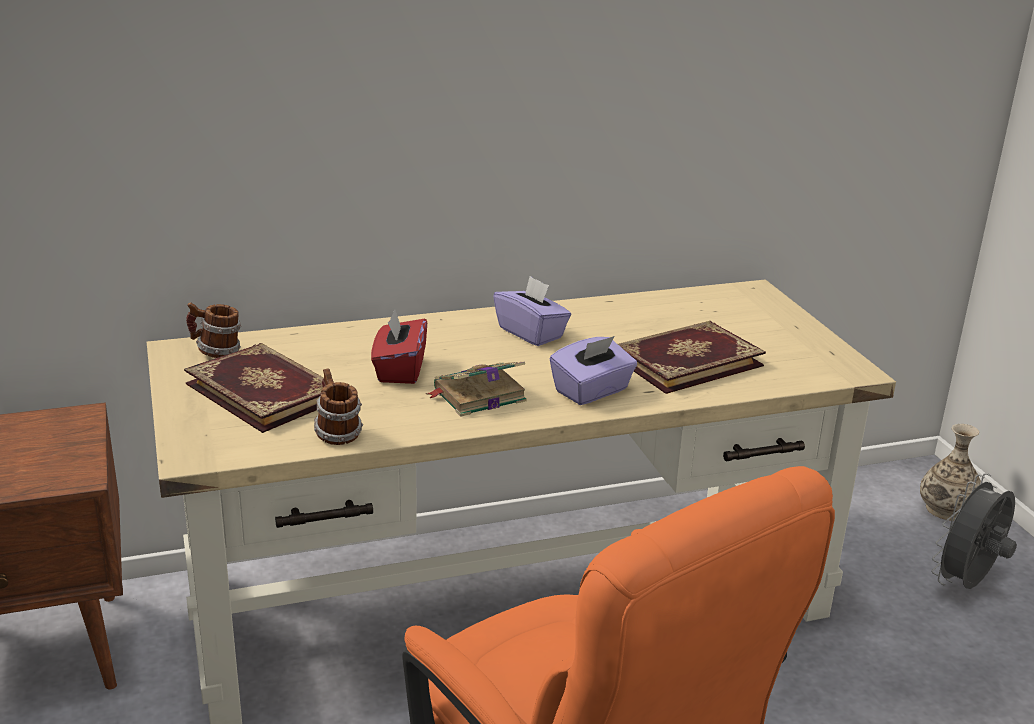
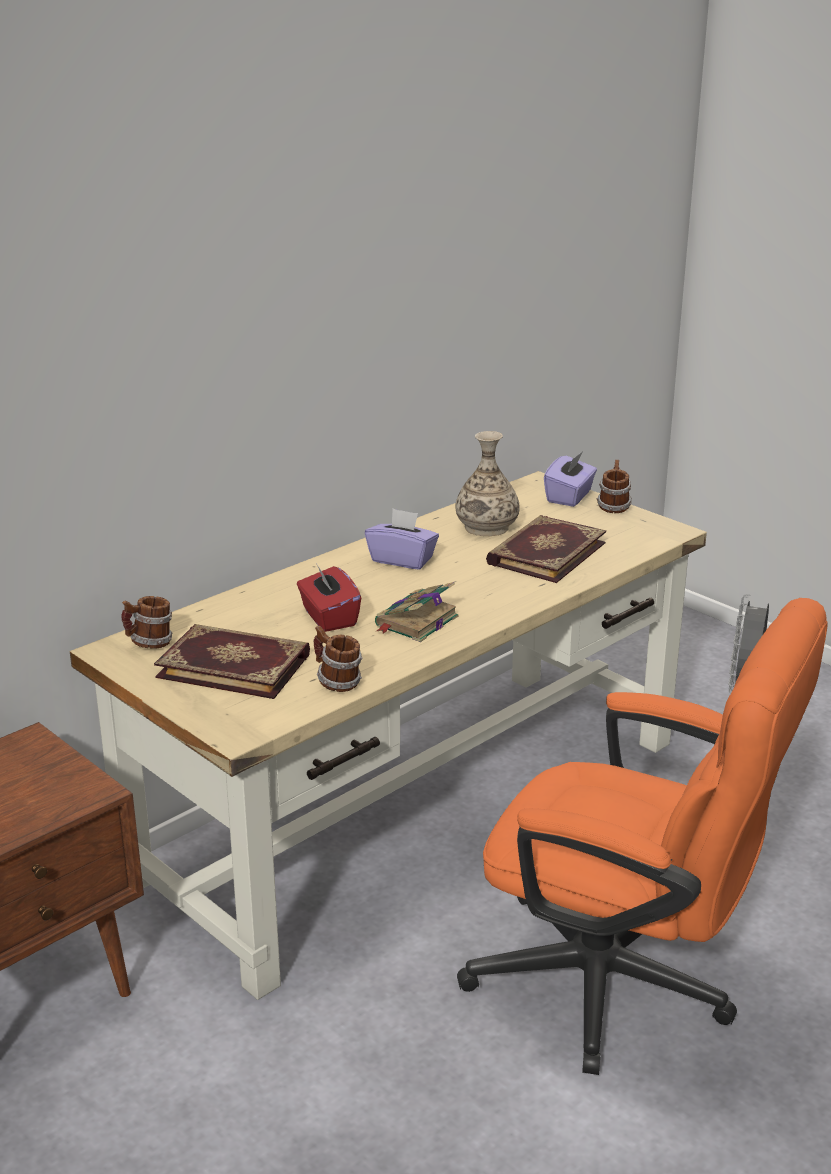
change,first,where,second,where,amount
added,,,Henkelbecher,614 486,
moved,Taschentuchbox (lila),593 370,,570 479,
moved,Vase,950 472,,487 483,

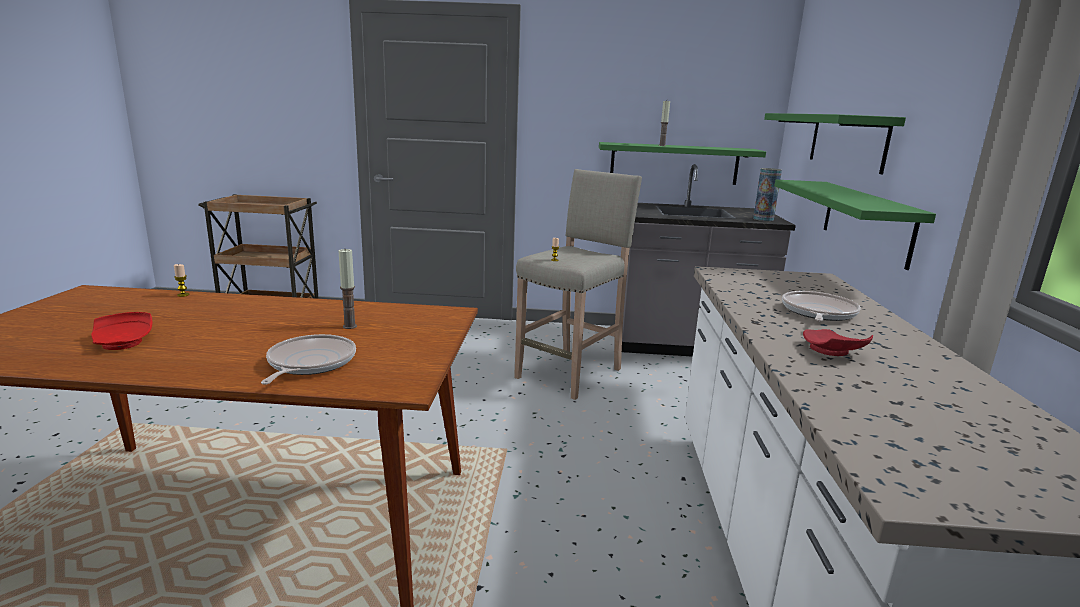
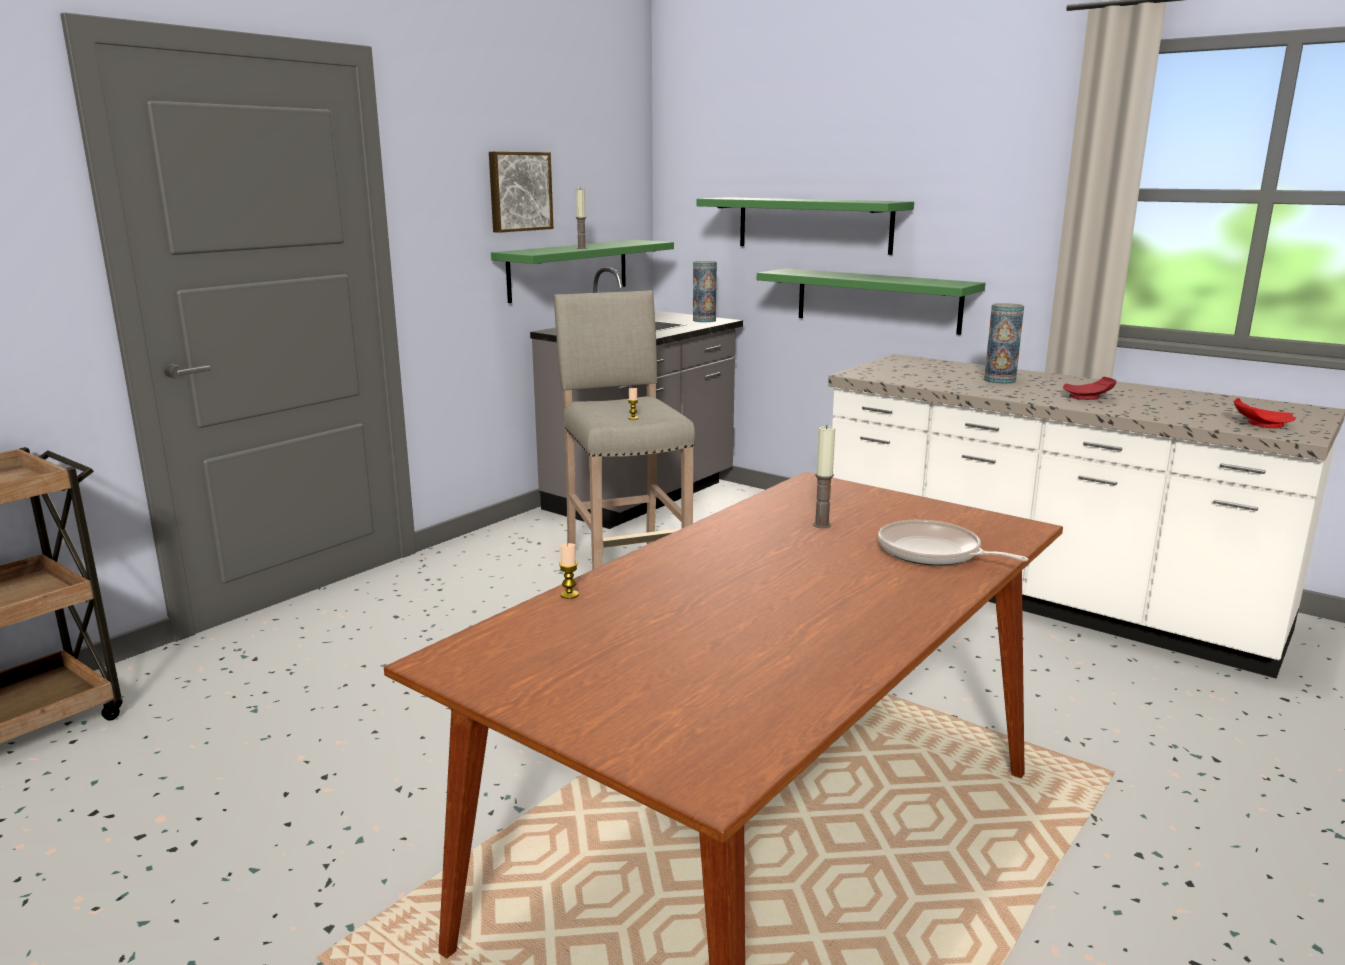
change,first,where,second,where,amount
added,,,Bild,521 192,
moved,Teller (rot),121 331,,1265 413,
replaced,Pfanne,821 306,Vase,1004 343,

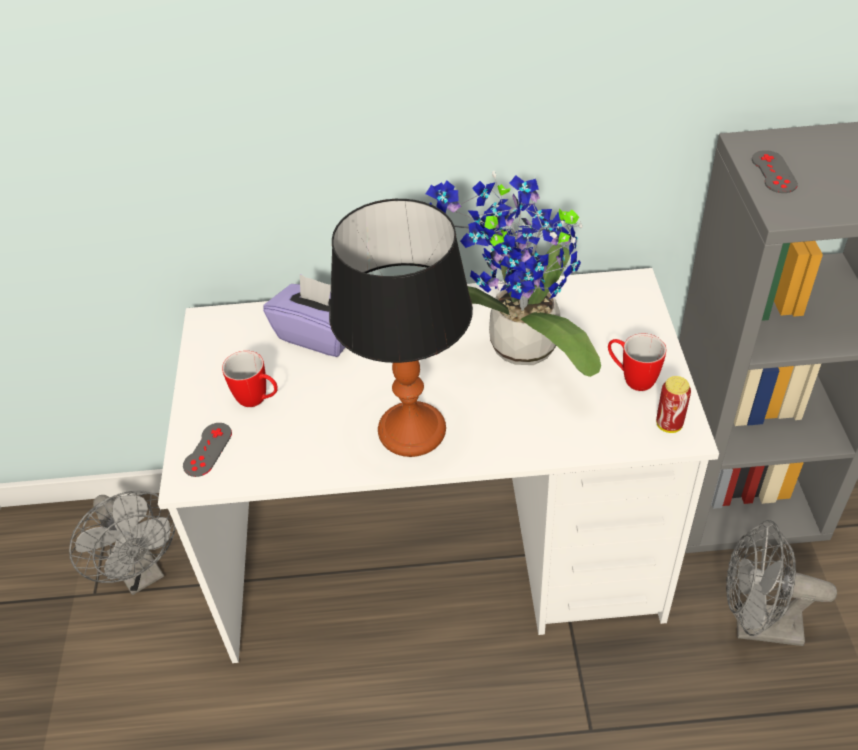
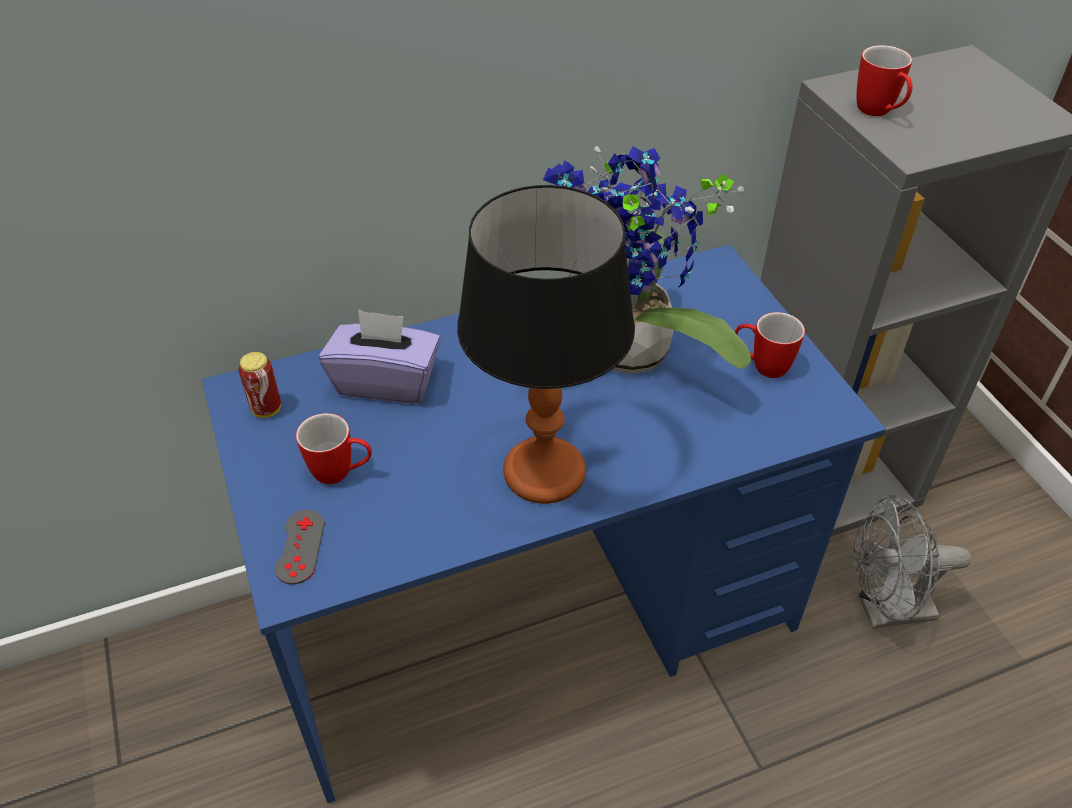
change,first,where,second,where,amount
removed,Ventilator (grau),122 542,,,
moved,Dose,673 404,,260 385,
replaced,Gamepad (grau),775 171,Henkelbecher,885 80,
recoloured,Schreibtisch (weiß),438 465,Schreibtisch (blau),544 524,

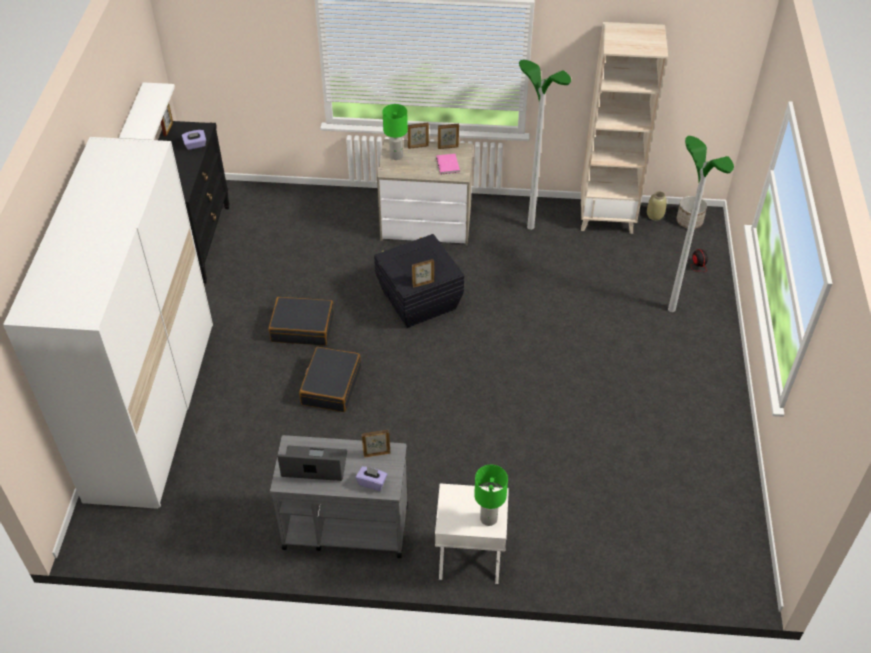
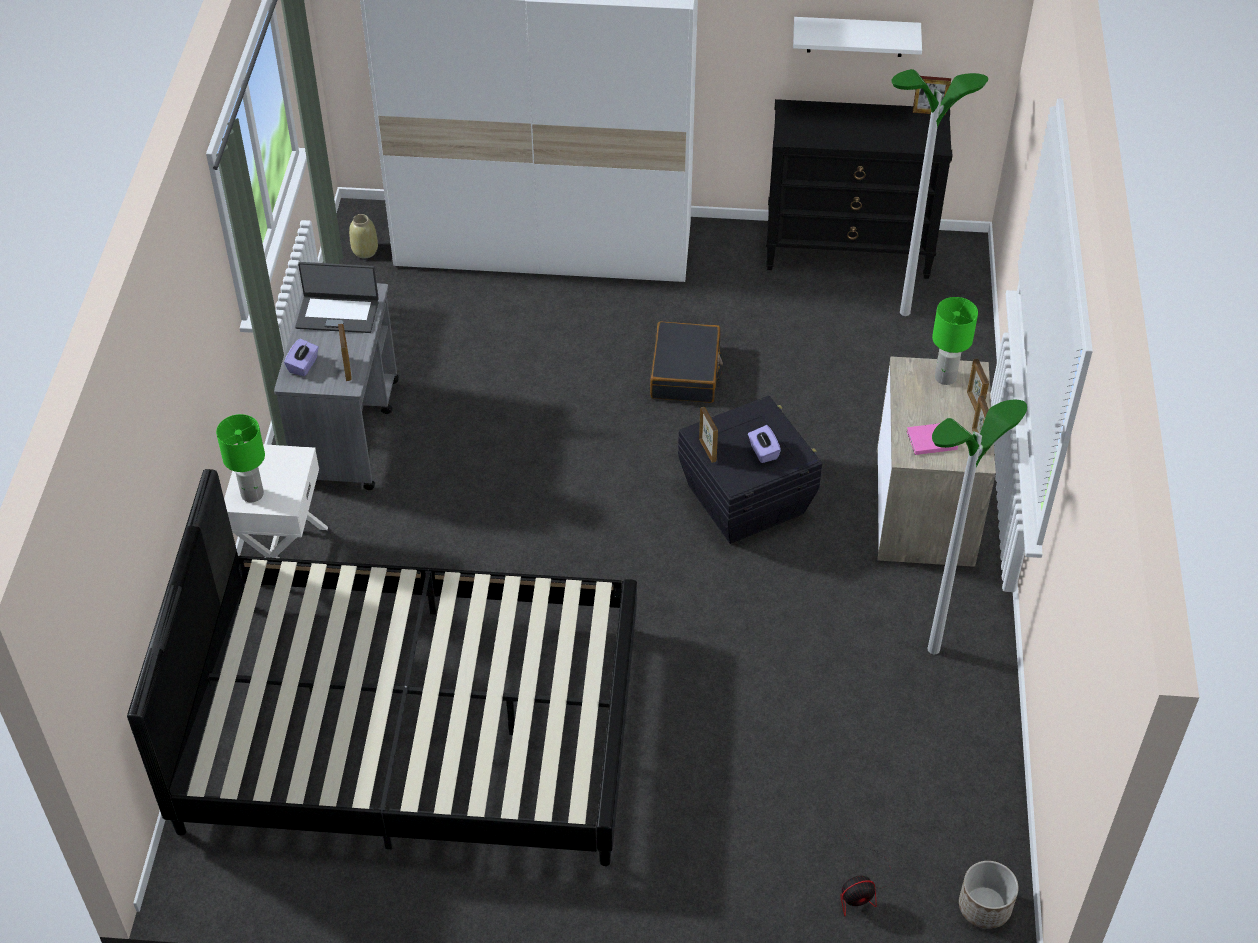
change,first,where,second,where,amount
removed,Koffer (schwarz),330 379,,,
removed,Bücherregal (beige),624 128,,,
added,,,Bett (schwarz),382 667,
moved,Taschentuchbox (lila),194 140,,764 444,
moved,Vase (beige),657 206,,363 236,
moved,Stehlampe,701 224,,939 192,
turned,Laptop,312 463,,337 297,90 degrees clockwise

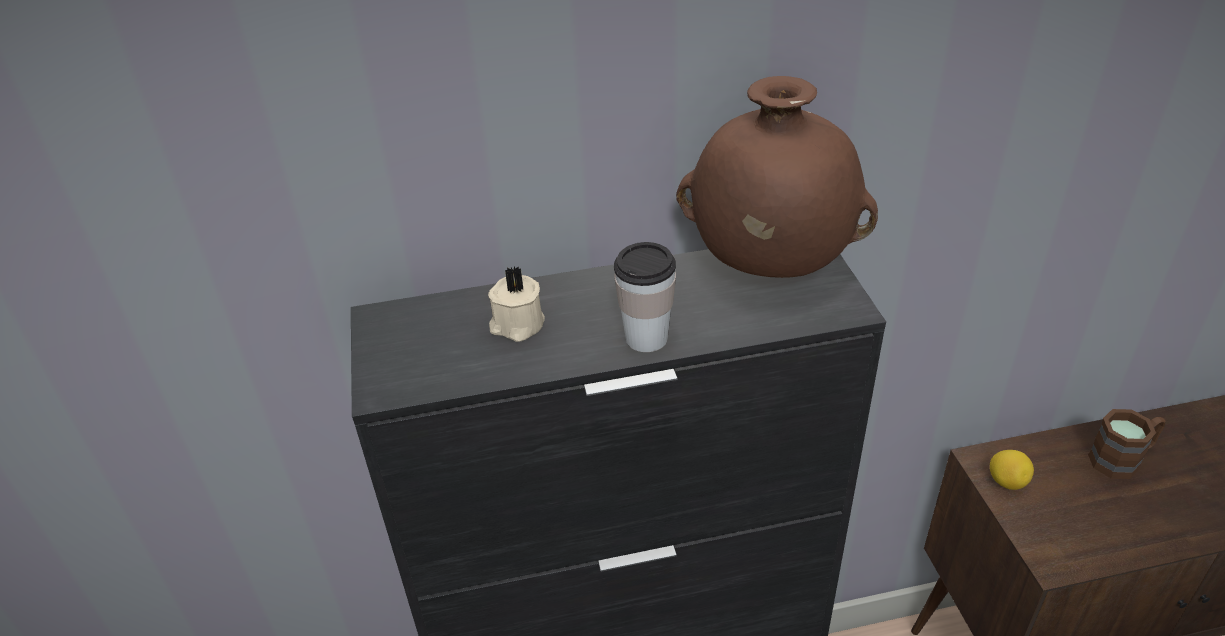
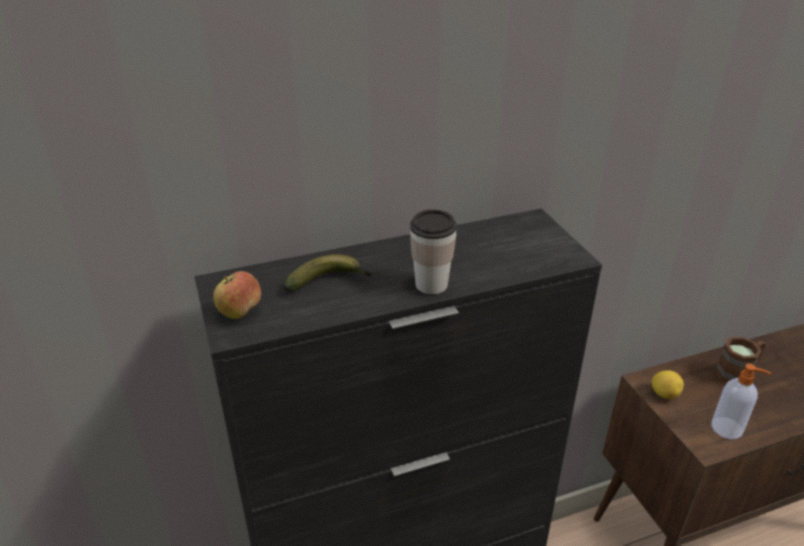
change,first,where,second,where,amount
removed,Vase (braun),777 177,,,
added,,,Apfel,237 295,
added,,,Seifenspender,741 401,
replaced,Kerze (beige),516 304,Banane,328 272,

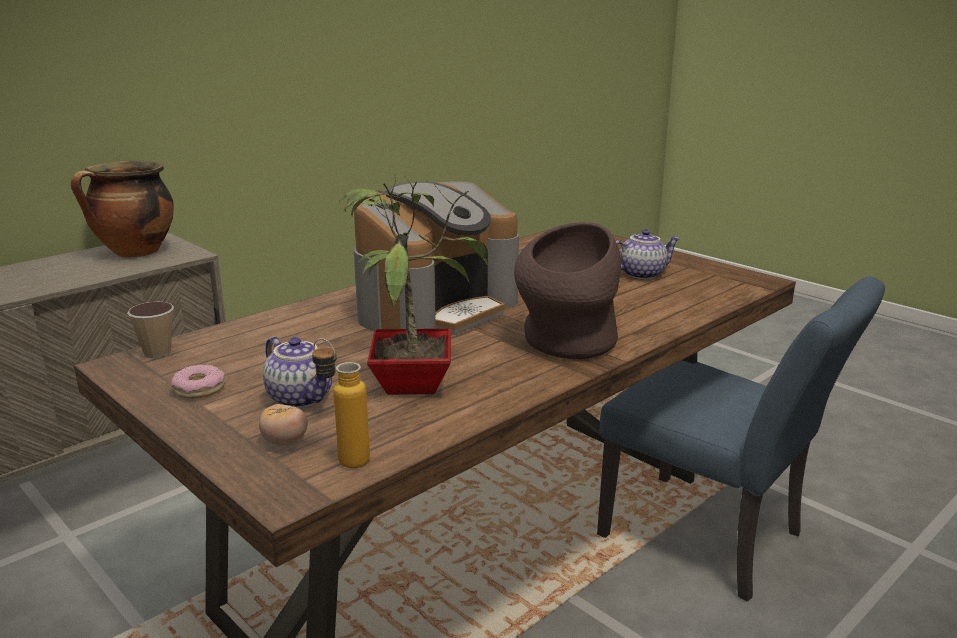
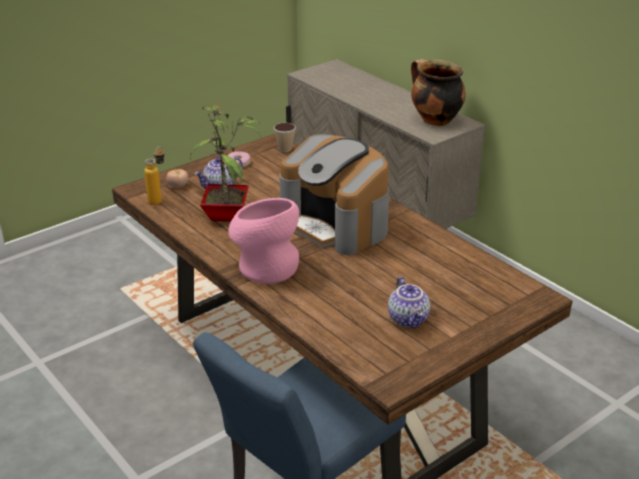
change,first,where,second,where,amount
recoloured,Vase (braun),567 290,Vase (rosa),263 241,

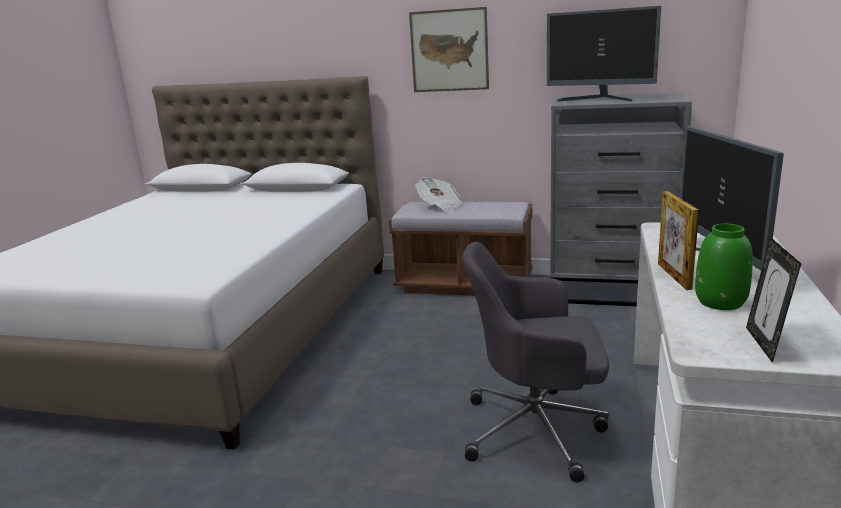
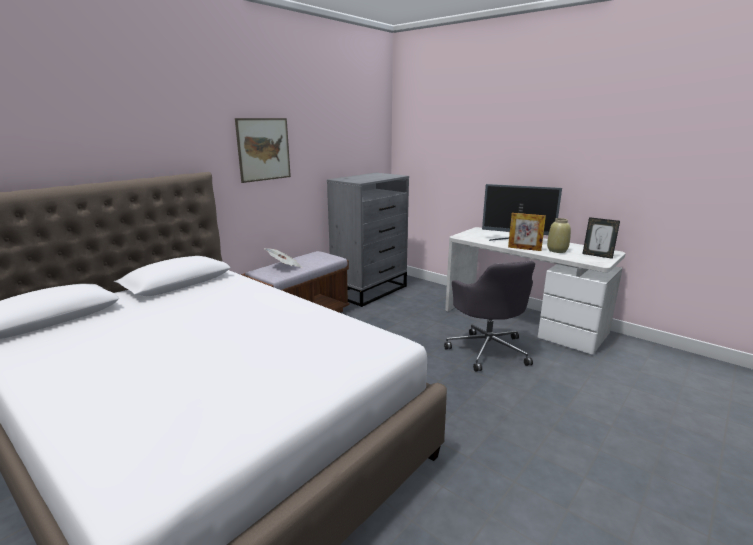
change,first,where,second,where,amount
removed,Monitor,604 54,,,
recoloured,Vase (grün),724 267,Vase (beige),559 235,
turned,Bürostuhl (grau),535 362,,489 316,45 degrees counterclockwise

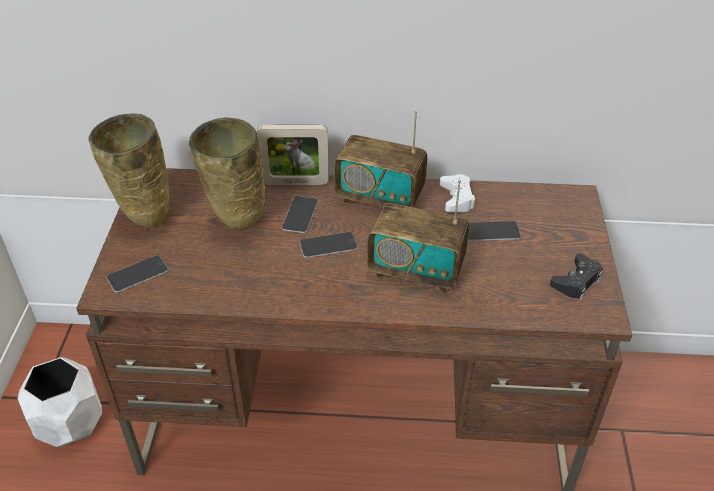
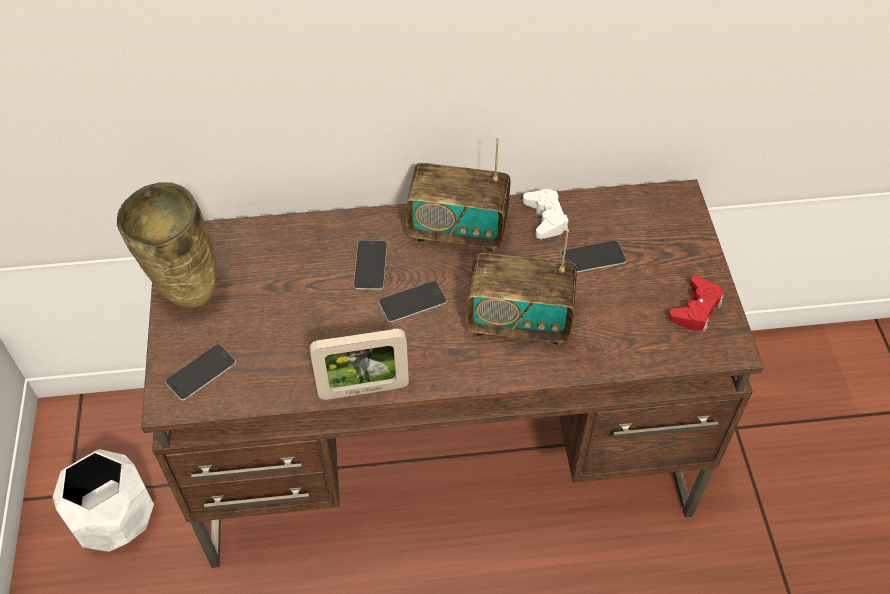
change,first,where,second,where,amount
removed,Vase (beige),227 173,,,
moved,Bilderrahmen,293 155,,359 364,
recoloured,Gamepad (schwarz),576 276,Gamepad (rot),696 304,

